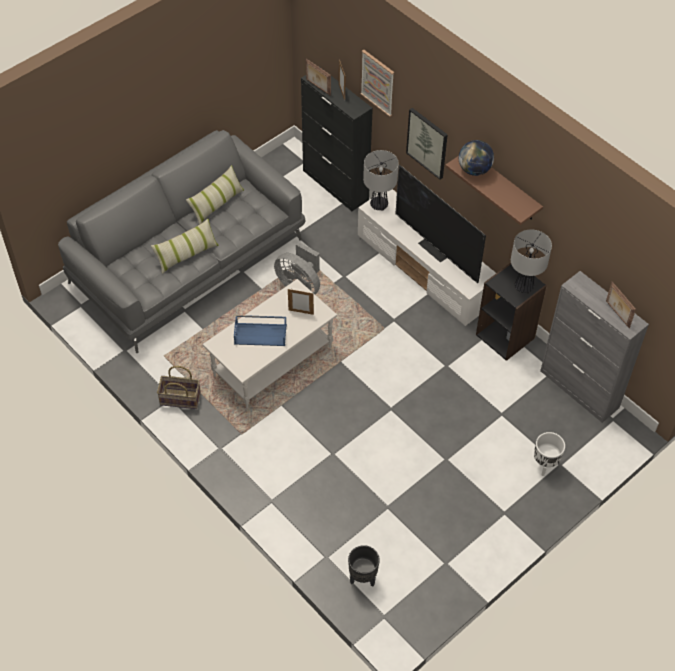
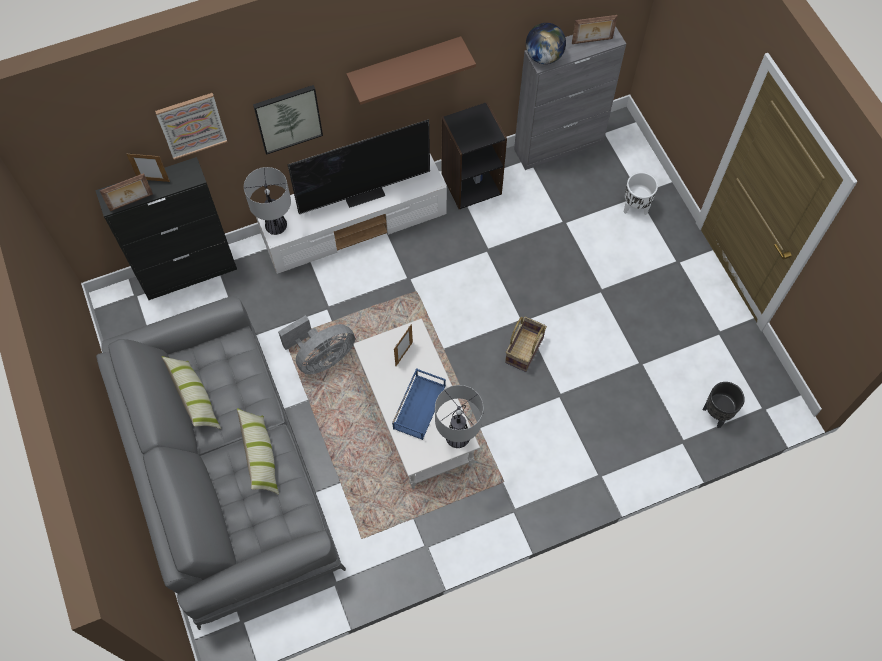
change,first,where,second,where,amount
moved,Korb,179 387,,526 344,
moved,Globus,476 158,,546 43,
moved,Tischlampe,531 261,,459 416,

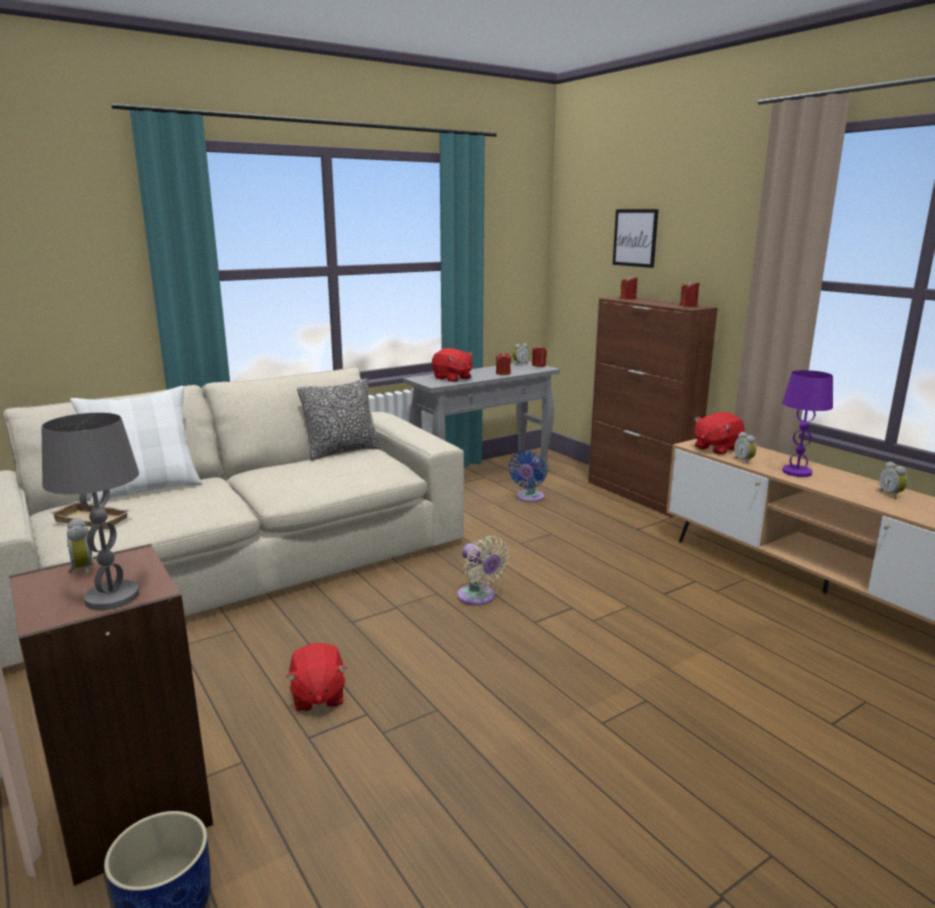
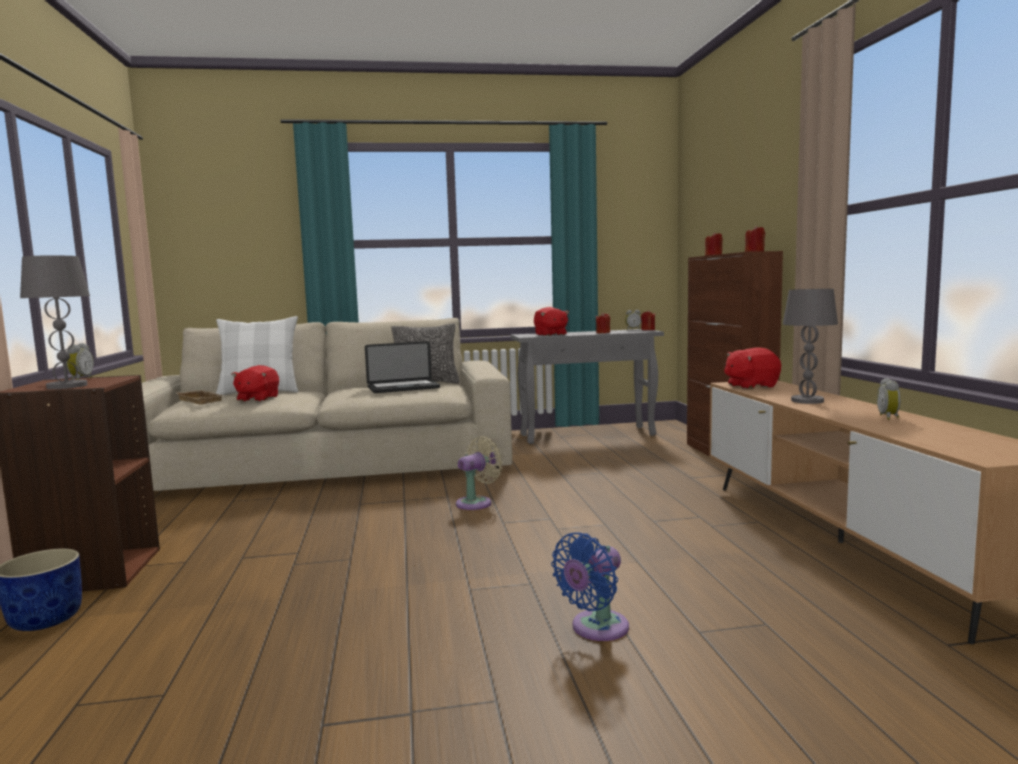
change,first,where,second,where,amount
removed,Bild,636 238,,,
removed,Wecker,745 448,,,
added,,,Laptop,402 367,
moved,Plüschtier (rot),316 677,,255 383,
moved,Ventilator (blau),528 476,,590 586,
recoloured,Tischlampe (lila),807 423,Tischlampe (grau),810 346,
turned,Ventilator (beige),483 571,,479 473,120 degrees counterclockwise

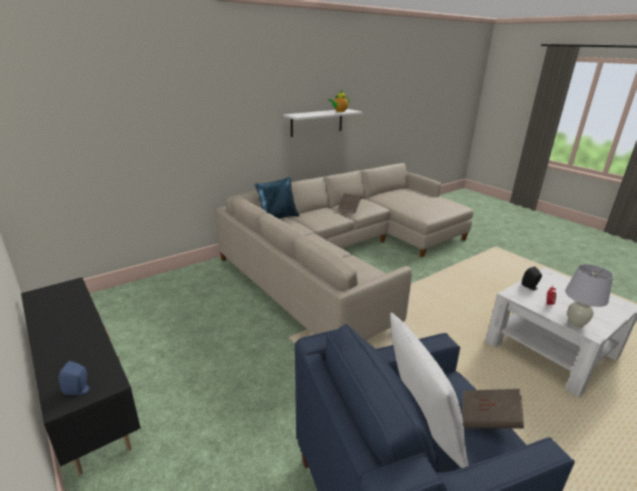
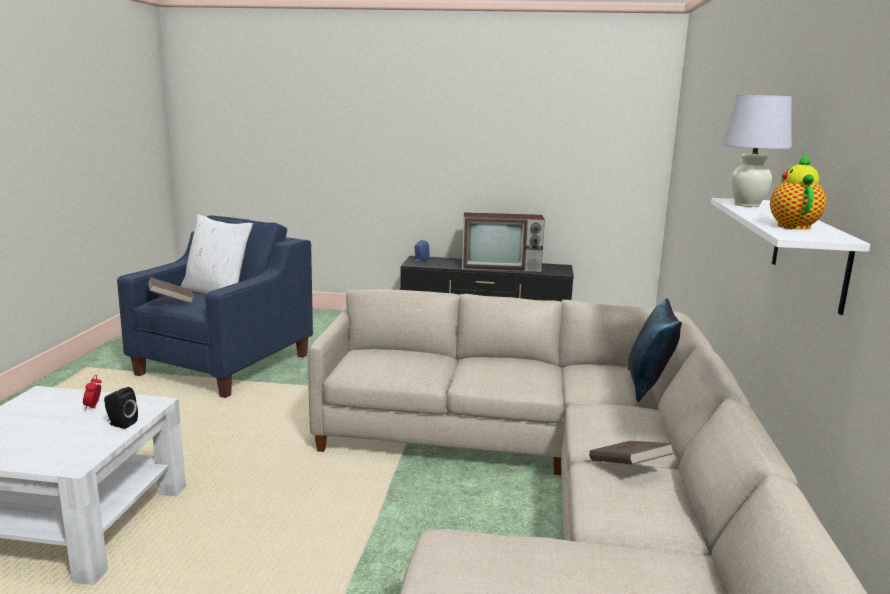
change,first,where,second,where,amount
added,,,Fernseher,503 242,
moved,Tischlampe (weiß),589 296,,757 151,

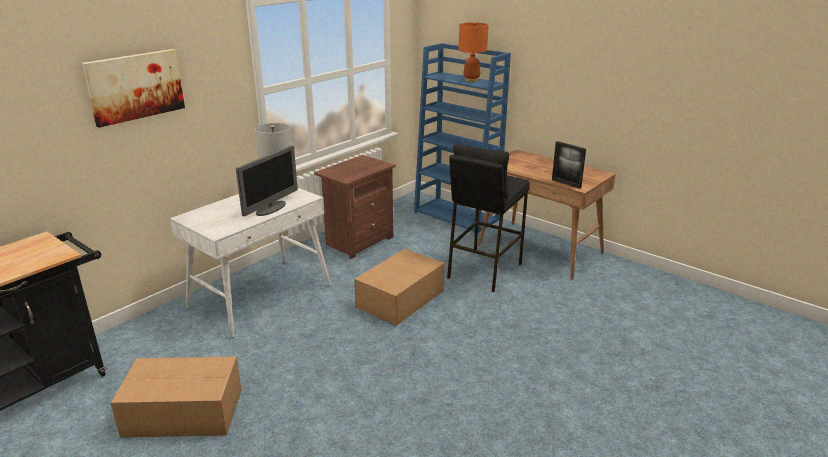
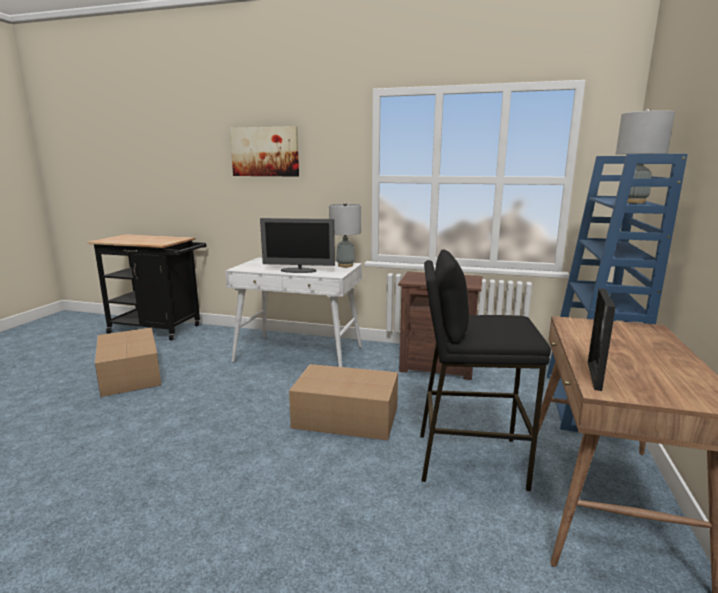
change,first,where,second,where,amount
recoloured,Tischlampe (orange),474 52,Tischlampe (grau),645 156,

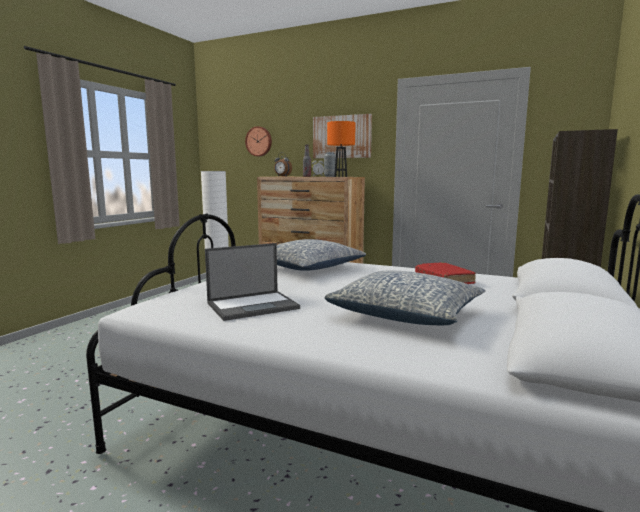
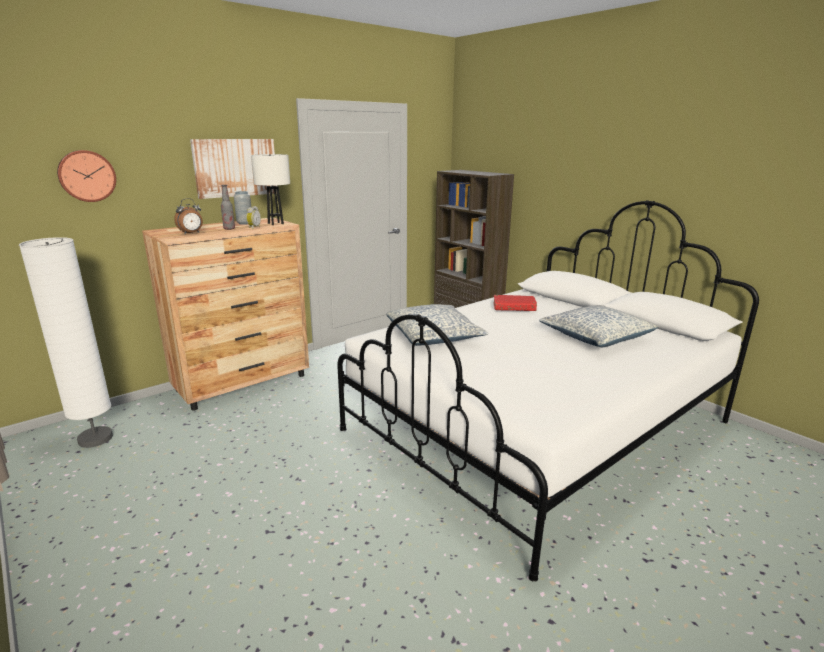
change,first,where,second,where,amount
removed,Laptop,252 282,,,
recoloured,Tischlampe (orange),341 149,Tischlampe (weiß),270 189,

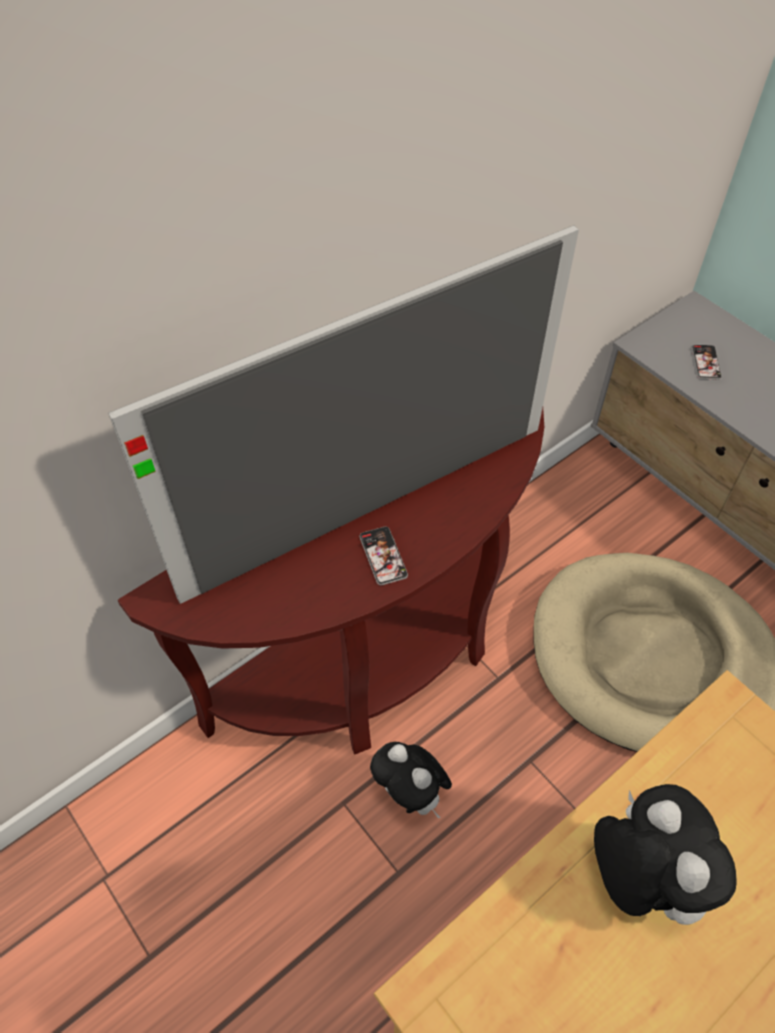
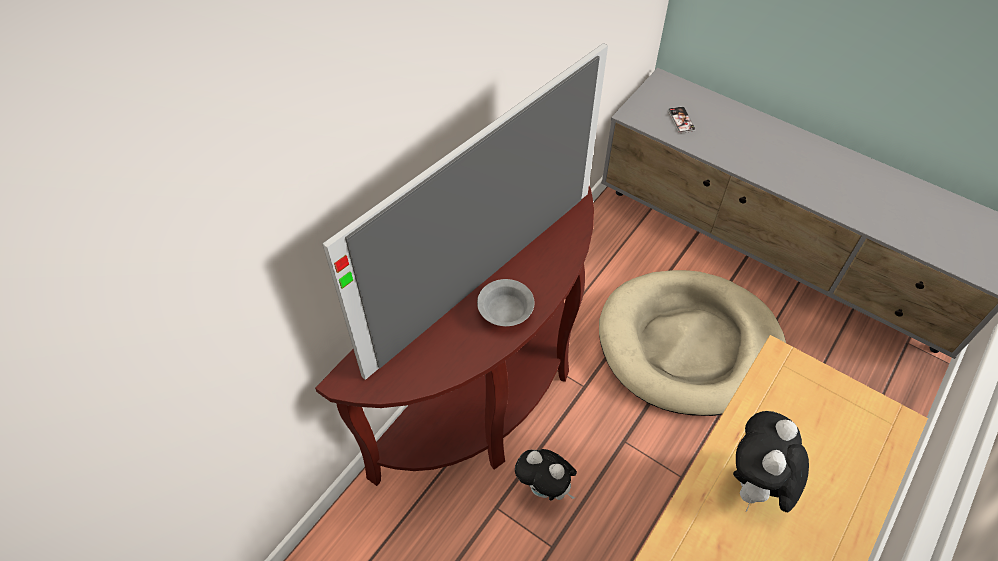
change,first,where,second,where,amount
replaced,Handy,383 555,Schüssel (grau),506 302,
turned,Plüschtier,665 854,,771 461,120 degrees counterclockwise

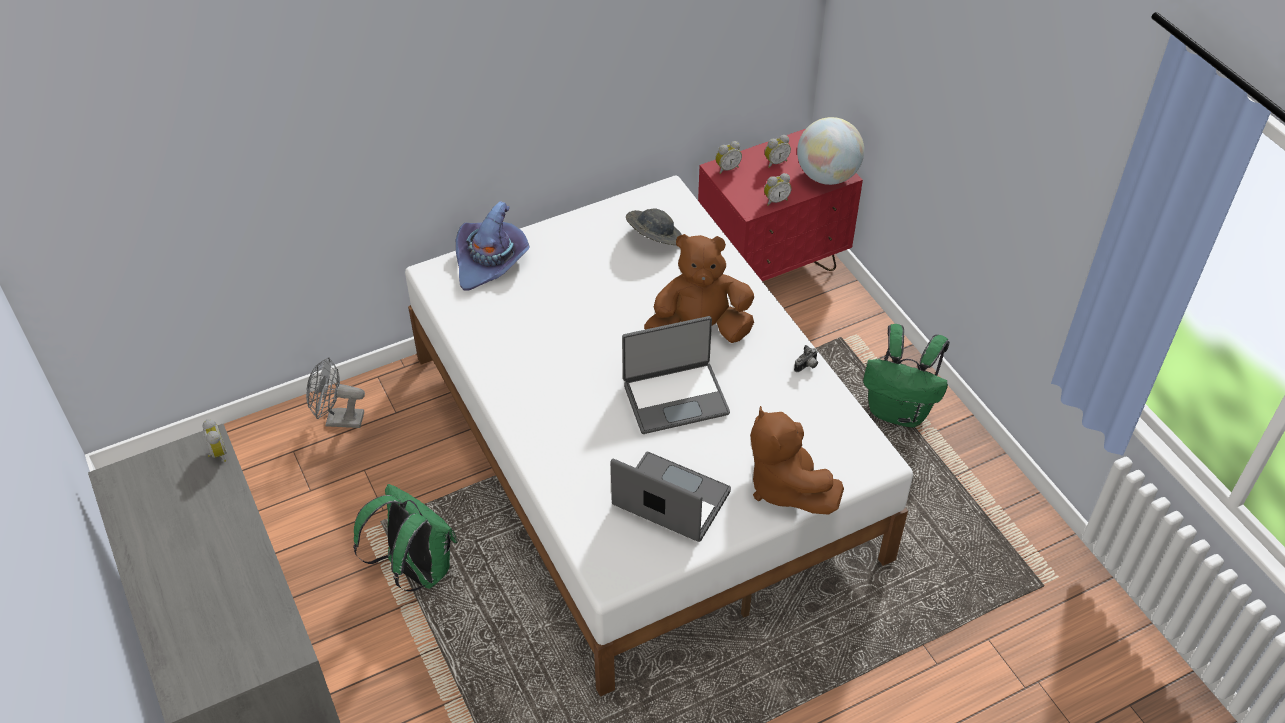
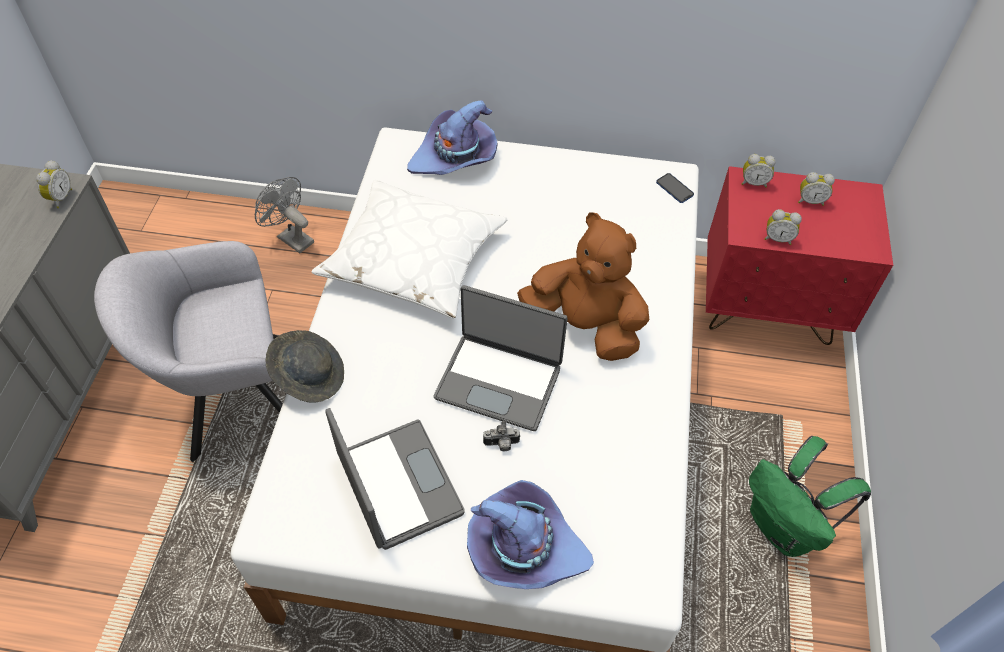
change,first,where,second,where,amount
removed,Globus,830 151,,,
added,,,Kissen (weiß),409 249,
added,,,Handy,675 188,
moved,Hut (grau),654 226,,305 366,
moved,Kamera,806 358,,502 436,
replaced,Rucksack (grün),405 538,Sessel (grau),188 351,
replaced,Plüschtier (braun),797 460,Hut (lila),530 534,

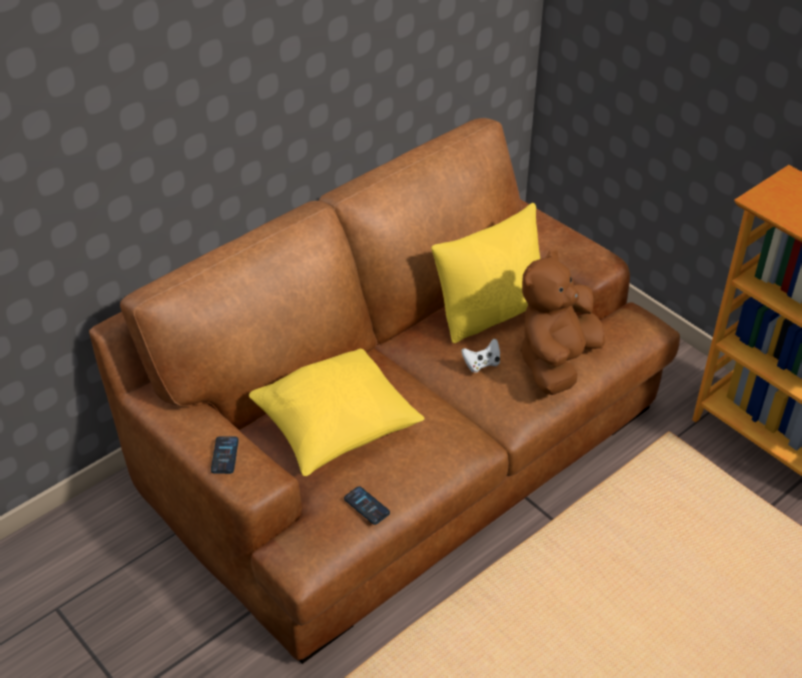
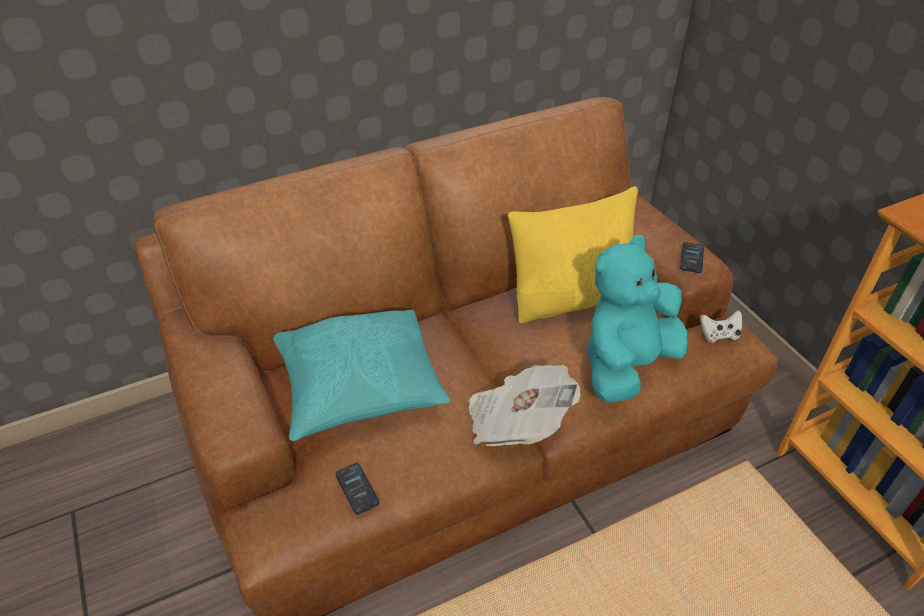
change,first,where,second,where,amount
added,,,Zeitung,525 405,
moved,Handy,225 455,,692 257,
moved,Gamepad (weiß),480 356,,721 326,
recoloured,Kissen (gelb),337 412,Kissen (türkis),361 375,
recoloured,Plüschtier (braun),562 322,Plüschtier (türkis),637 319,

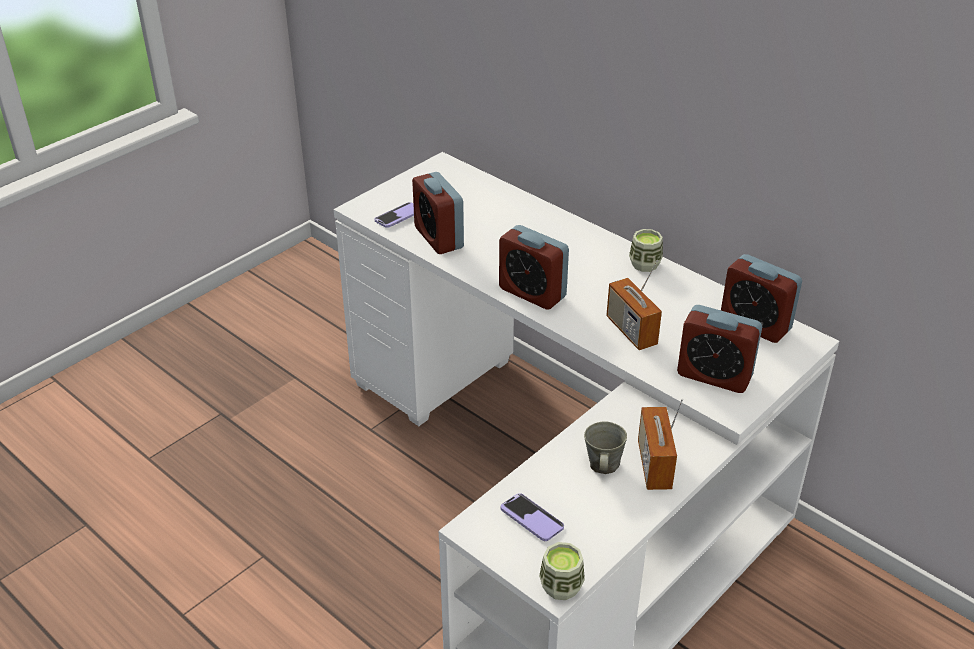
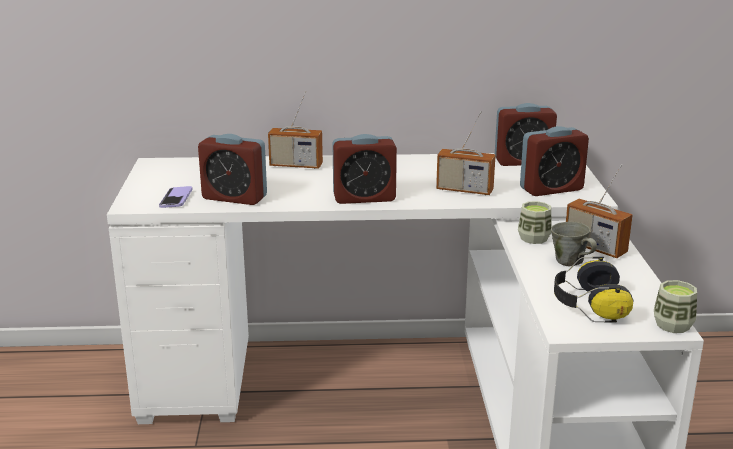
change,first,where,second,where,amount
added,,,Radio,295 130,
moved,Tasse,646 250,,535 222,
replaced,Handy,532 517,Kopfhörer,594 290,

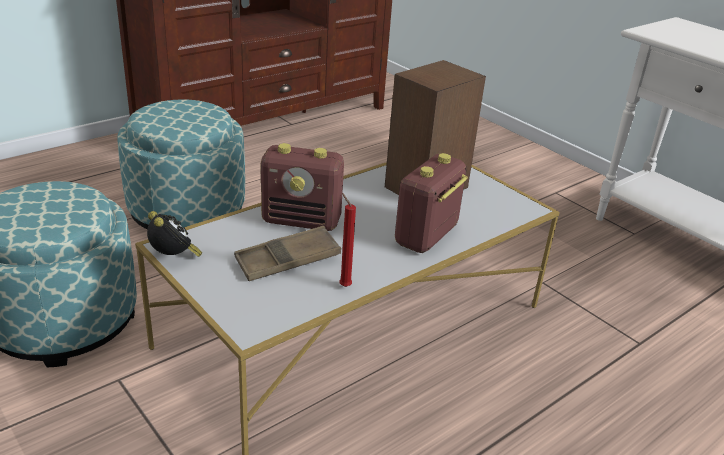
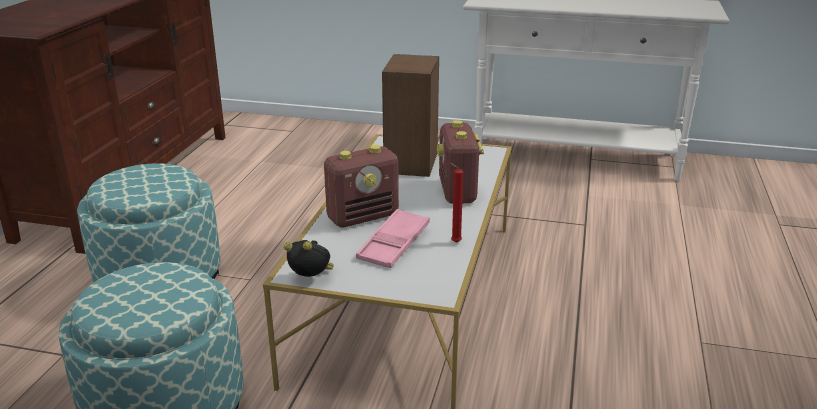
change,first,where,second,where,amount
recoloured,Tablett (braun),287 253,Tablett (rosa),393 238,

